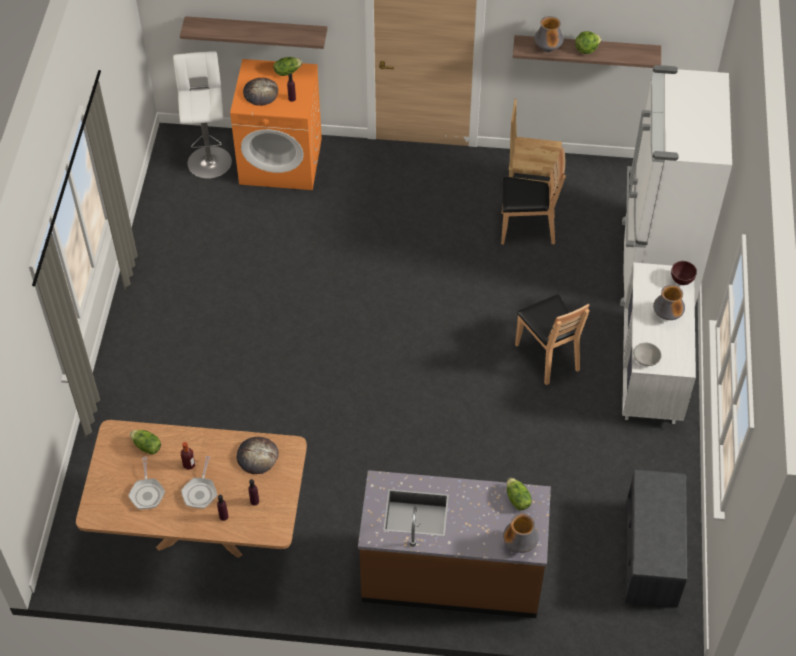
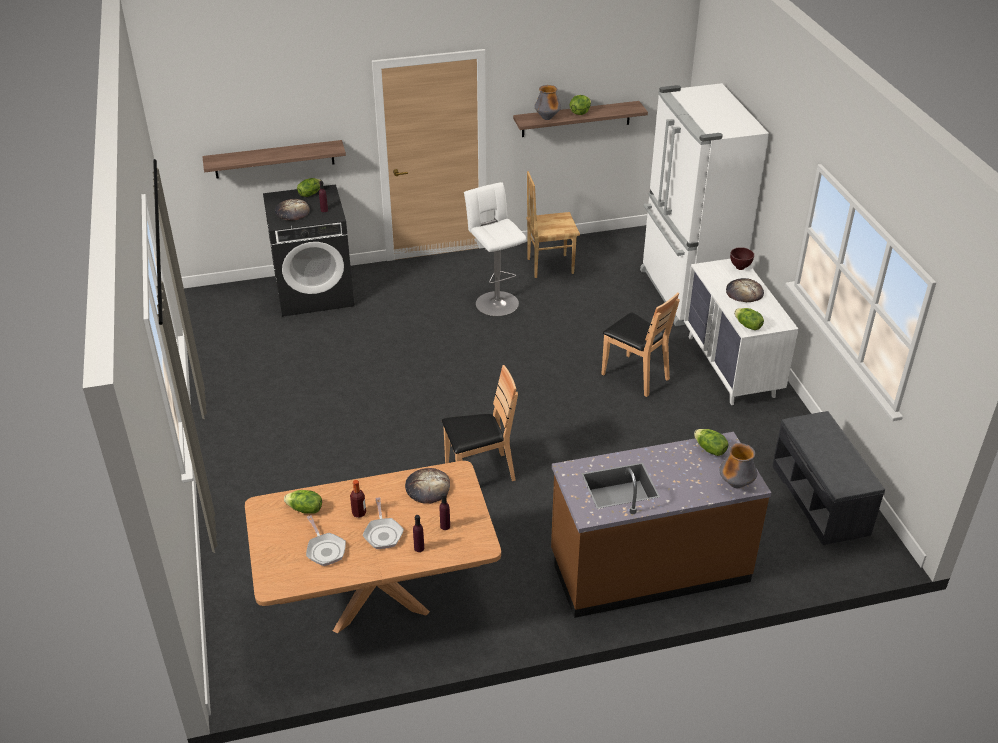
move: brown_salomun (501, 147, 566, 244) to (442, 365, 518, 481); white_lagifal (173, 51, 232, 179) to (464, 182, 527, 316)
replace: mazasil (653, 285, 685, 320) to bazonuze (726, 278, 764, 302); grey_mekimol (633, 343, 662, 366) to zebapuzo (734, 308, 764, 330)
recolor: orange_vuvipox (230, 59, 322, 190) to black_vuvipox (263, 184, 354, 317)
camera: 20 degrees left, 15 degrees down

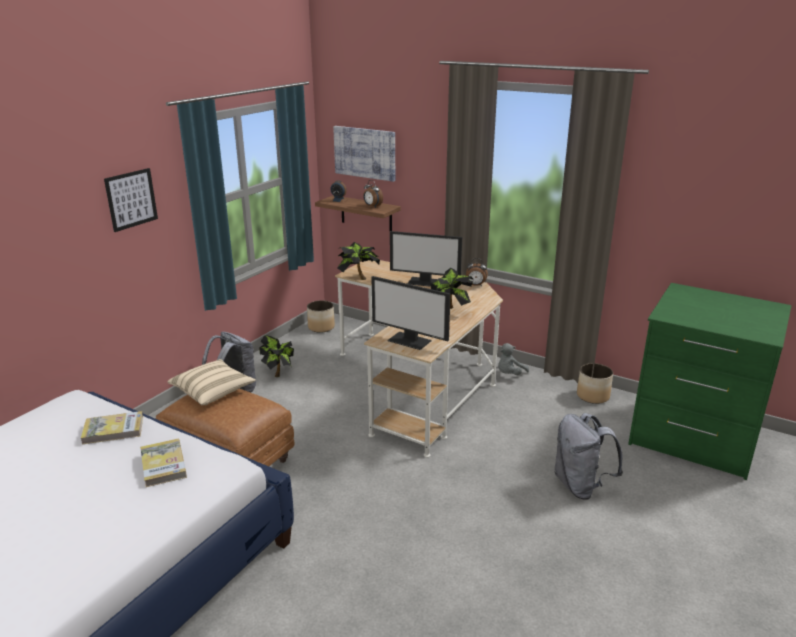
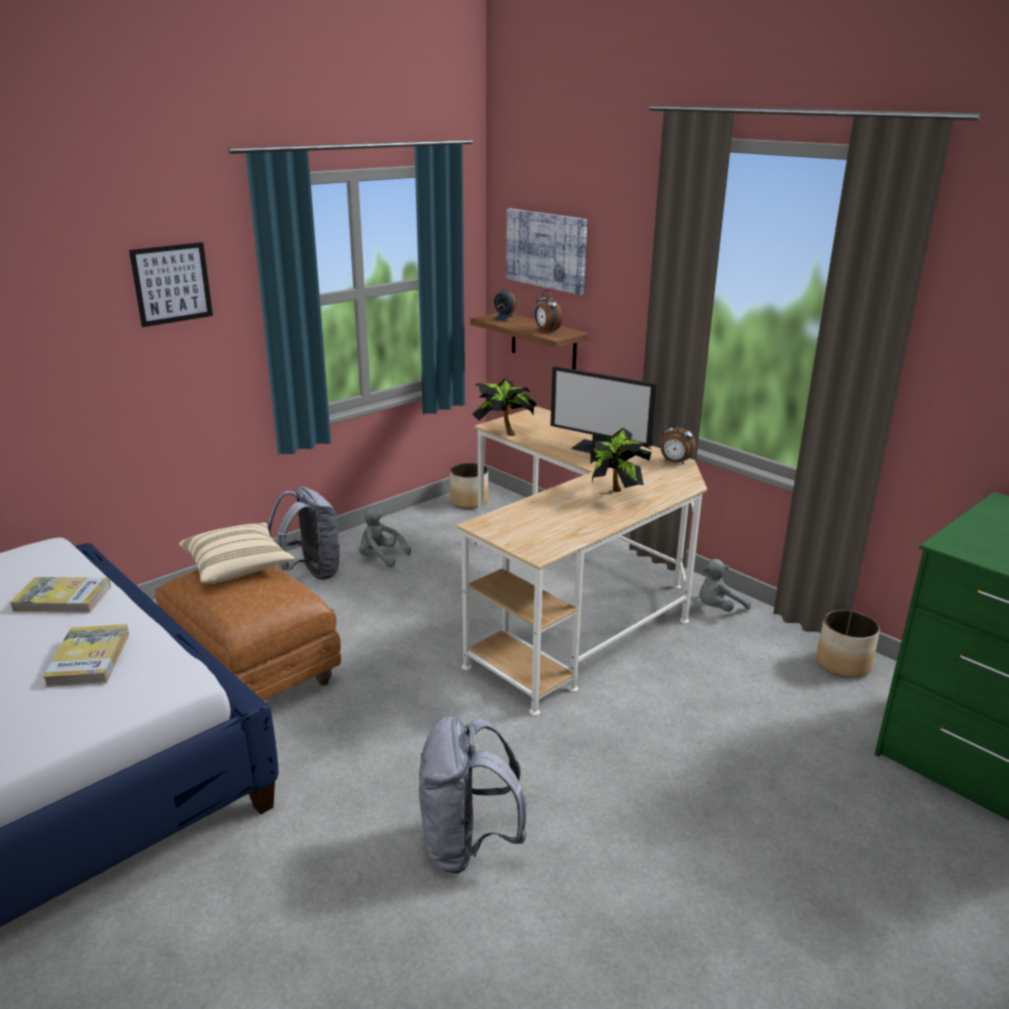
delete: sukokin (371, 276, 451, 350)
move: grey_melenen (554, 413, 623, 500) to (419, 715, 527, 873)
replace: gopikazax (259, 335, 294, 377) to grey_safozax (359, 507, 411, 567)
camera: 15 degrees right, 0 degrees up

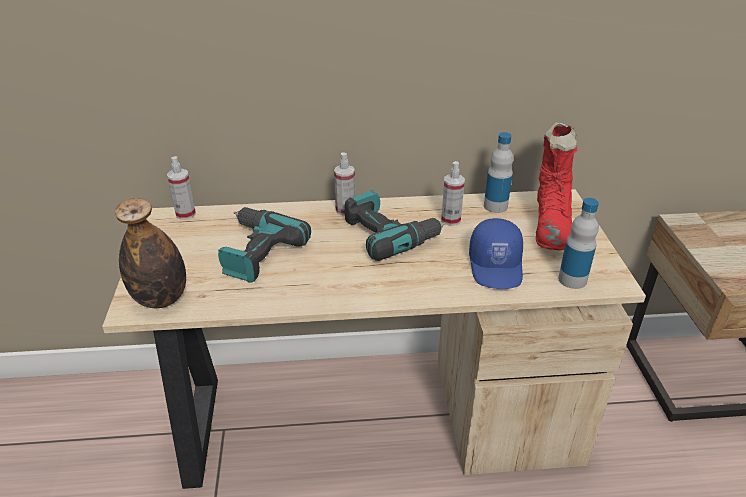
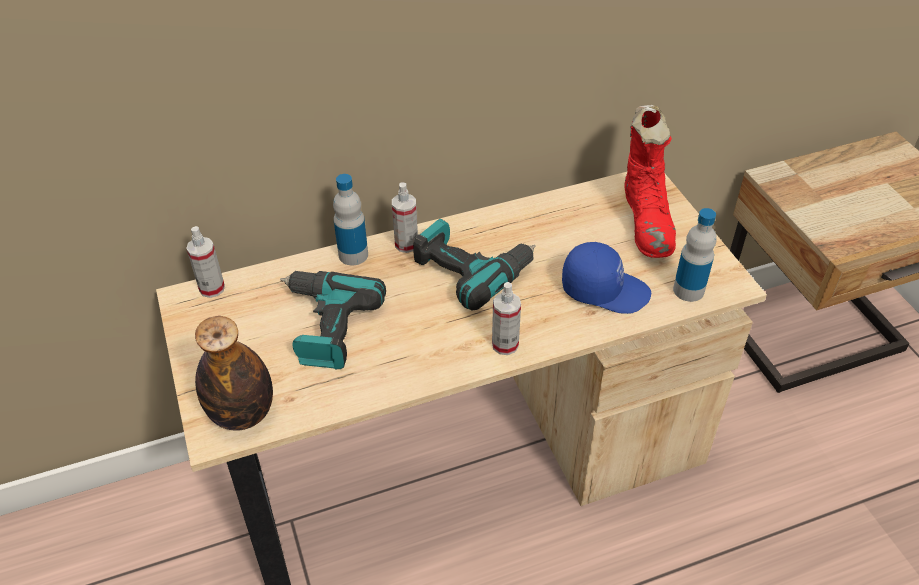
move: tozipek (484, 132, 513, 213) to (333, 174, 368, 265); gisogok (441, 161, 465, 226) to (492, 282, 521, 355)
rotate: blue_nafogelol (469, 218, 523, 289) = (562, 242, 651, 314) 60 degrees counterclockwise
camera: 15 degrees left, 10 degrees up

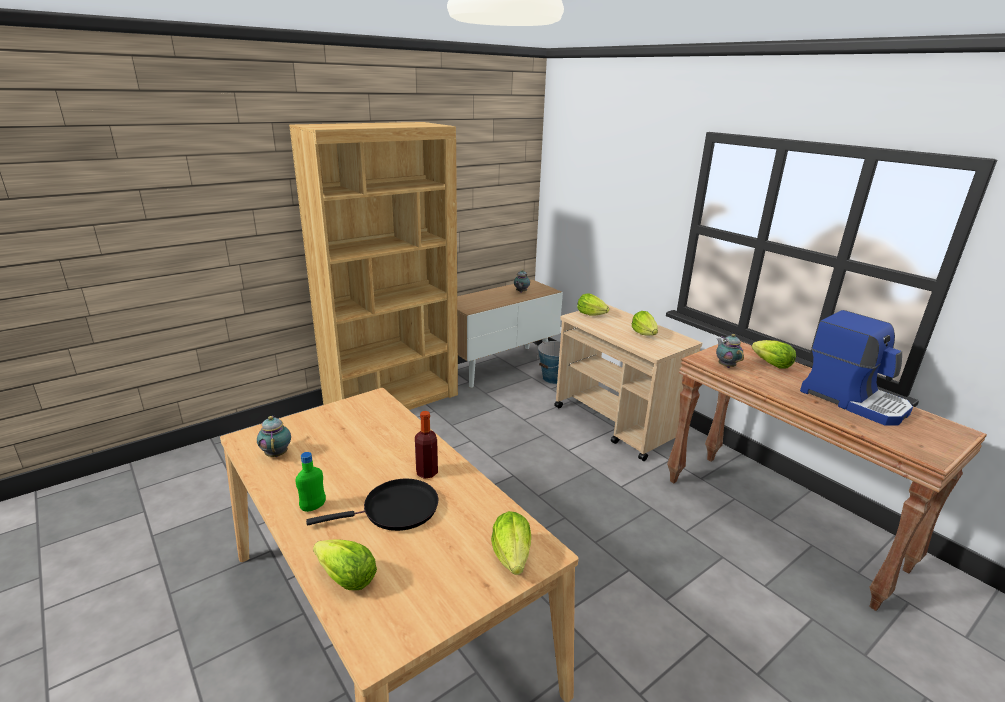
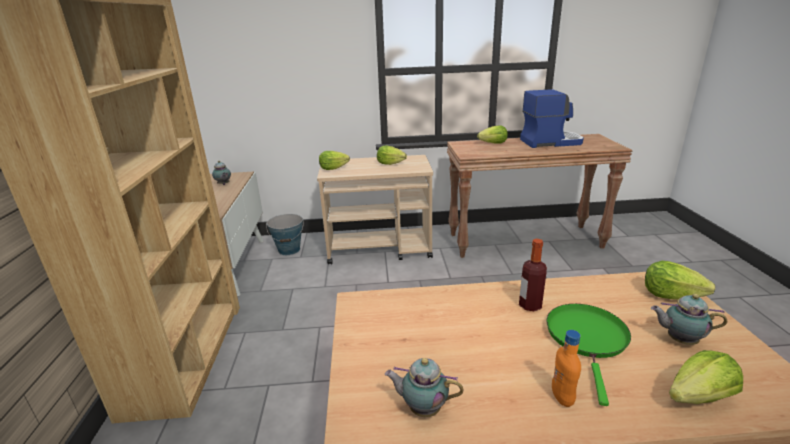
move: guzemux (716, 334, 744, 368) to (651, 294, 727, 345)
recolor: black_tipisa (306, 479, 438, 531) to green_tipisa (546, 304, 631, 406); green_tozipek (296, 452, 326, 512) to orange_tozipek (552, 330, 581, 407)
camera: 55 degrees left, 0 degrees up

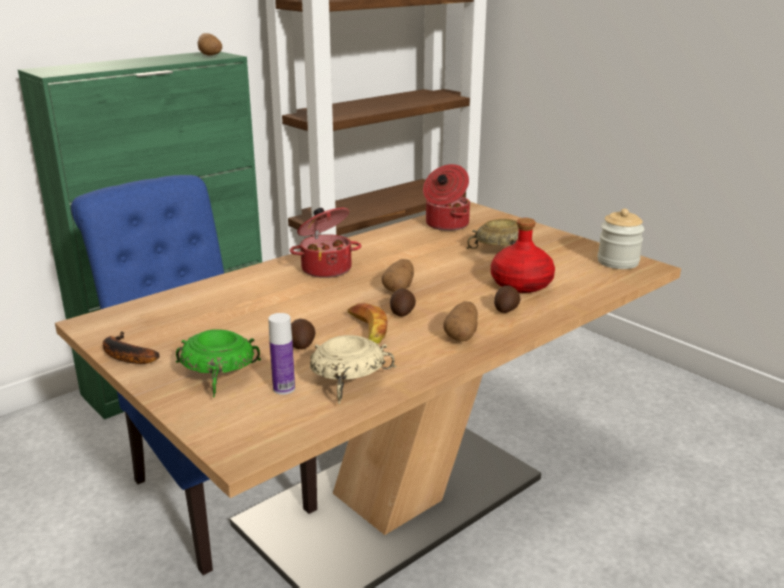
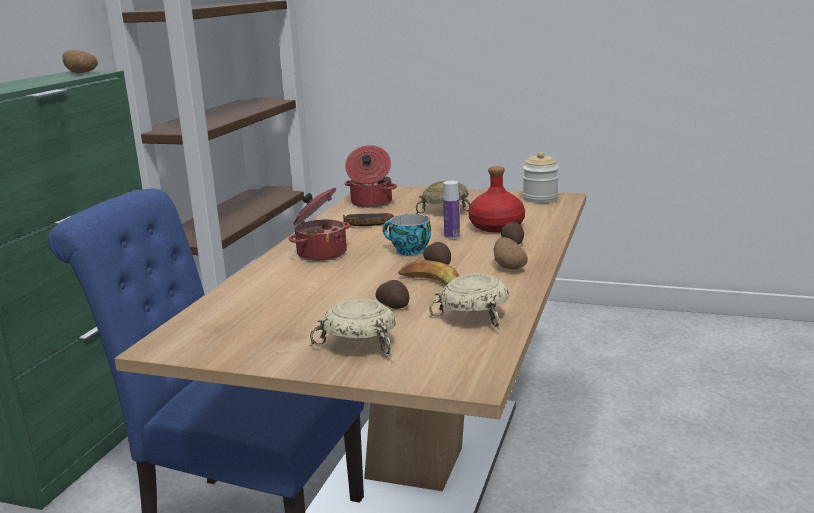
move: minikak (103, 331, 160, 364) to (343, 213, 394, 226); tozipek (268, 313, 295, 395) to (443, 181, 460, 239)
replace: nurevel (382, 259, 414, 292) to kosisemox (383, 214, 431, 255)
recolor: green_mekimol (176, 329, 261, 397) to beige_mekimol (310, 299, 396, 357)
camera: 30 degrees left, 5 degrees down

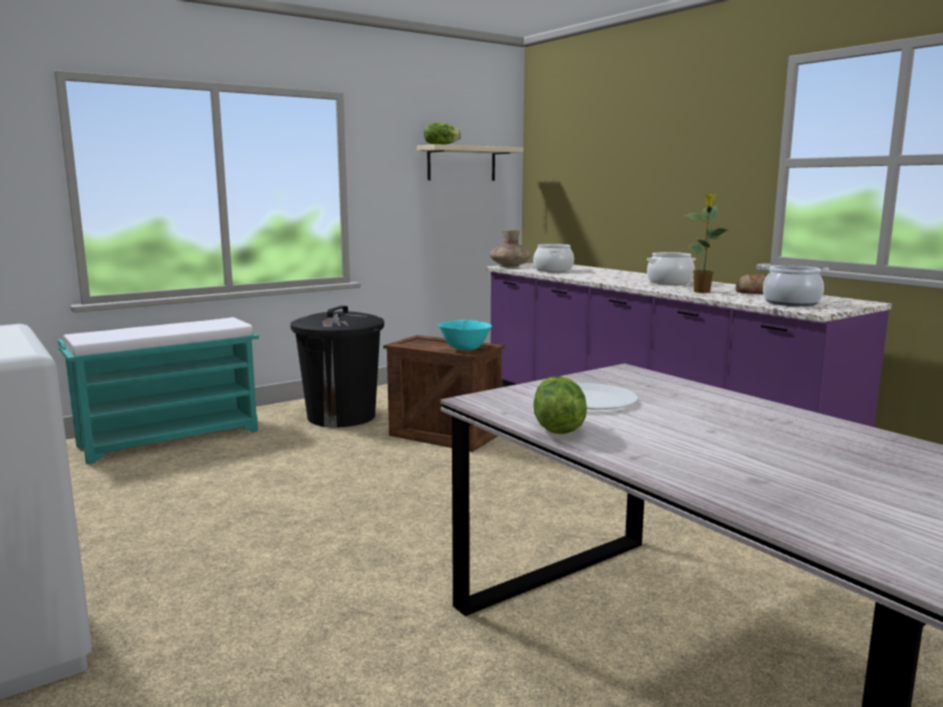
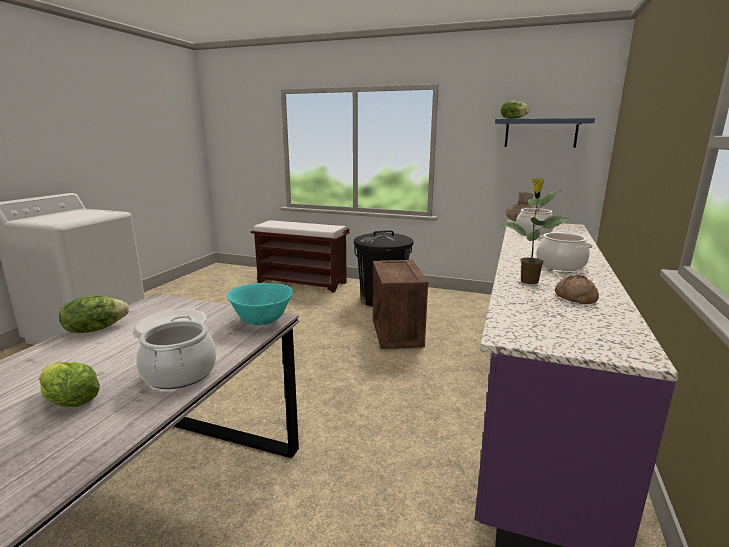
insert: zebapuzo (39, 362, 100, 407)
move: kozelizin (762, 265, 829, 306) to (136, 315, 216, 389); turquoise_mekimol (438, 320, 492, 351) to (227, 283, 293, 325)
recolor: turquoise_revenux (58, 317, 259, 464) to brown_revenux (251, 220, 350, 293); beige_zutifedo (417, 144, 523, 181) to blue_zutifedo (495, 118, 595, 148)
camera: 55 degrees right, 5 degrees up

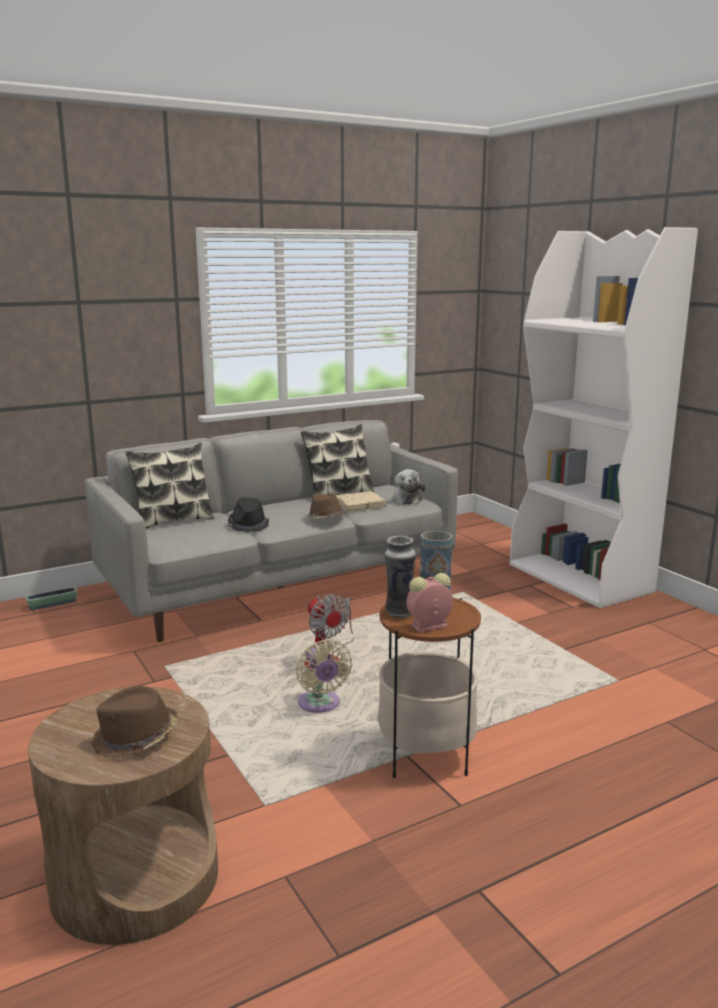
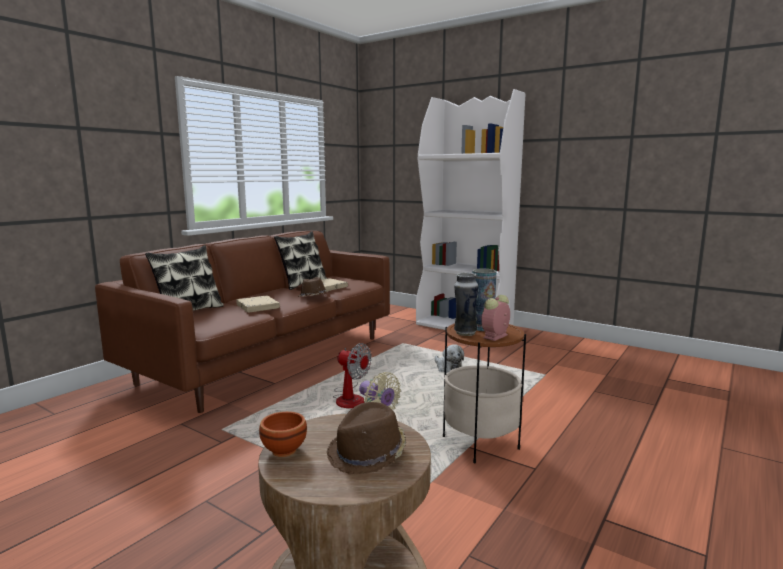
delete: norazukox (26, 587, 77, 610)
insert: brown_mekimol (259, 411, 307, 457)
move: safozax (391, 469, 425, 505) to (435, 345, 464, 373)
replace: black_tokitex (228, 497, 269, 532) to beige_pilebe (236, 296, 280, 313)
recolor: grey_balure (85, 420, 458, 642) to brown_balure (95, 231, 390, 413)
camera: 25 degrees left, 5 degrees down

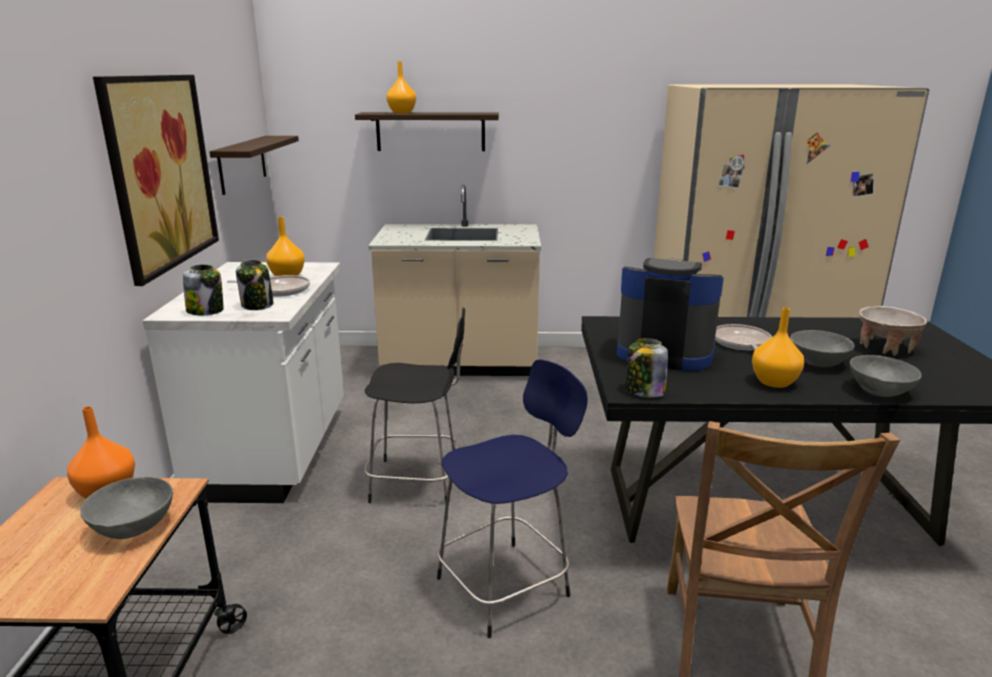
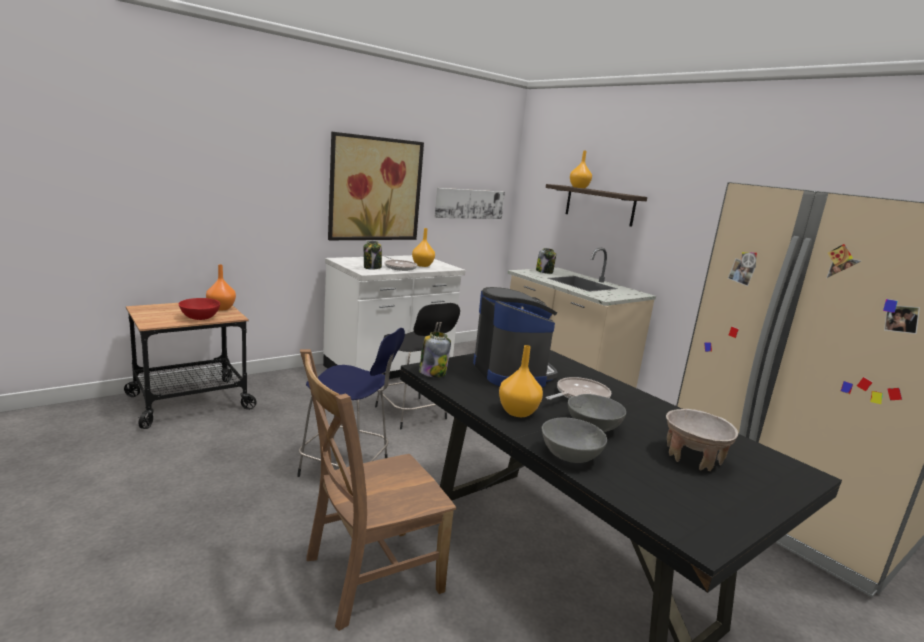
move: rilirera (183, 265, 224, 315) to (536, 248, 556, 274)
replace: zutifedo (209, 136, 299, 195) to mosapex (434, 188, 505, 219)
recolor: grey_mekimol (80, 477, 173, 539) to red_mekimol (179, 298, 220, 320)
camera: 50 degrees right, 5 degrees down

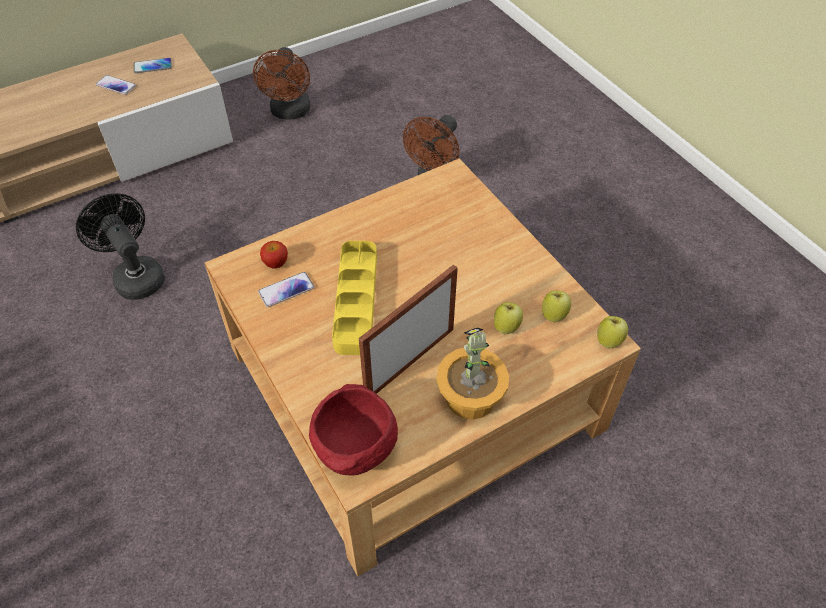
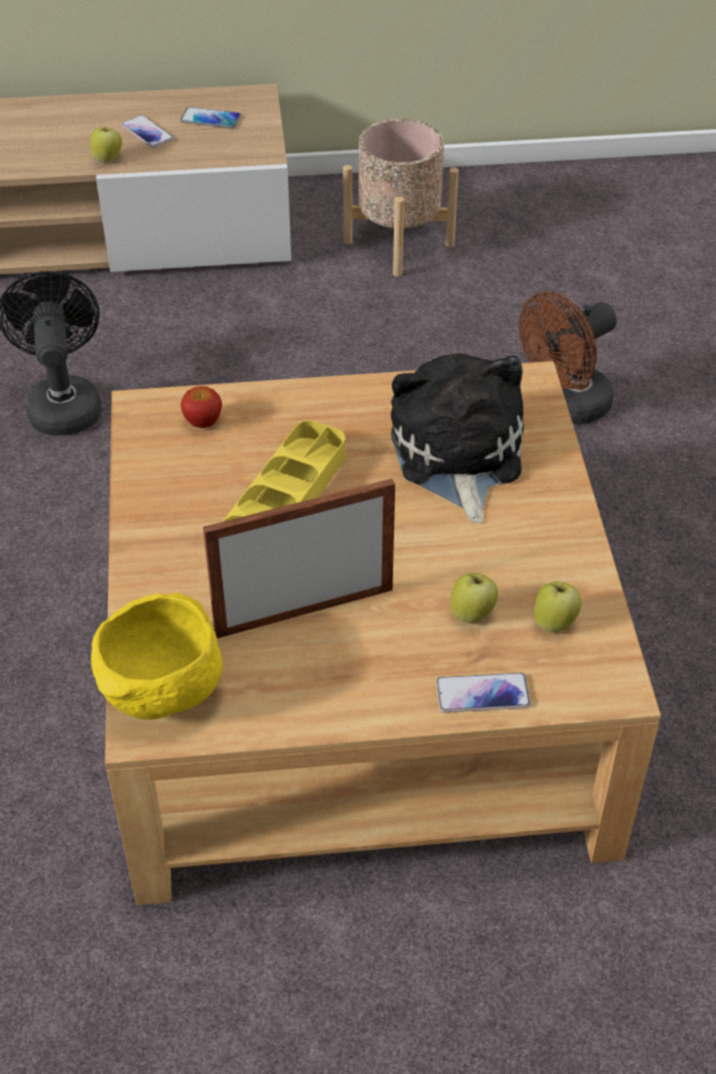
delete: gopikazax (436, 327, 509, 420)
insert: safozax (391, 353, 524, 523)
move: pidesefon (597, 316, 628, 349) to (90, 128, 122, 163); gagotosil (258, 272, 315, 307) to (436, 673, 531, 713)
replace: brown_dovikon (253, 47, 310, 120) to beige_norazukox (343, 119, 459, 277)
recolor: red_mekimol (309, 384, 398, 476) to yellow_mekimol (91, 593, 223, 720)
camera: 25 degrees right, 5 degrees down

